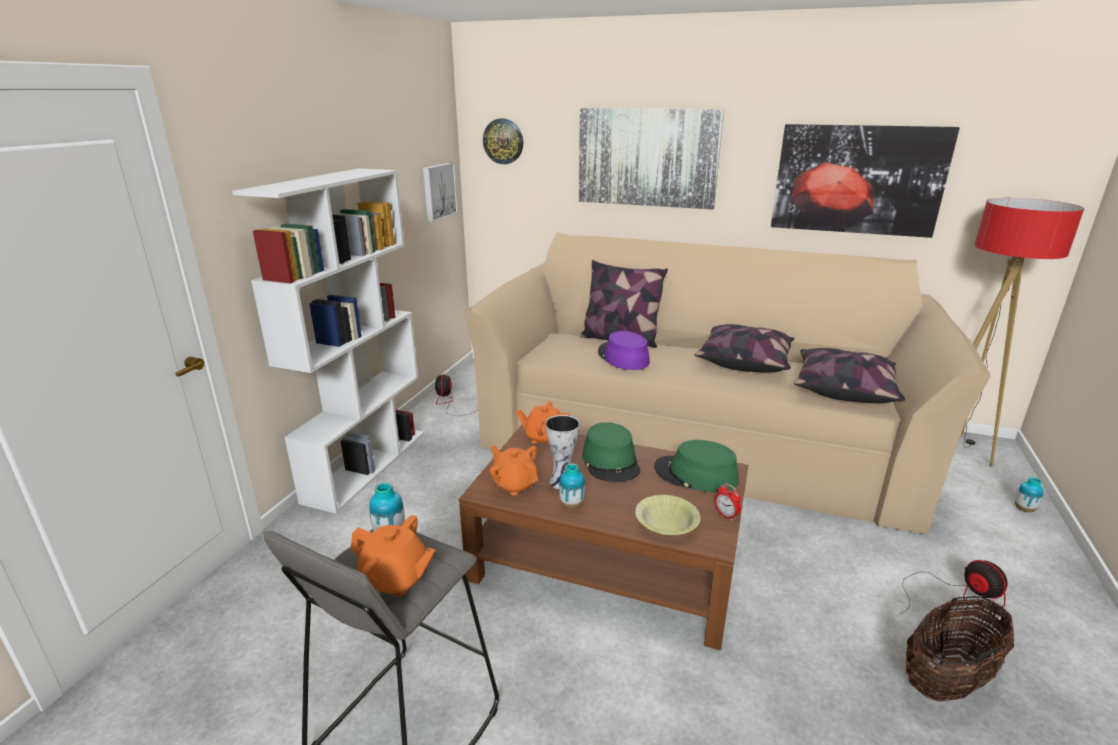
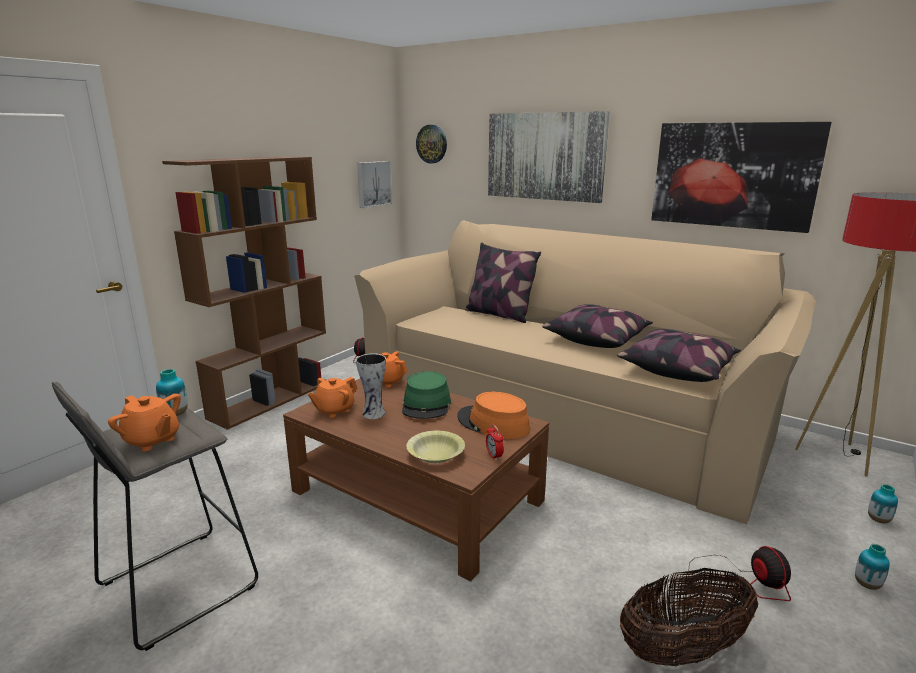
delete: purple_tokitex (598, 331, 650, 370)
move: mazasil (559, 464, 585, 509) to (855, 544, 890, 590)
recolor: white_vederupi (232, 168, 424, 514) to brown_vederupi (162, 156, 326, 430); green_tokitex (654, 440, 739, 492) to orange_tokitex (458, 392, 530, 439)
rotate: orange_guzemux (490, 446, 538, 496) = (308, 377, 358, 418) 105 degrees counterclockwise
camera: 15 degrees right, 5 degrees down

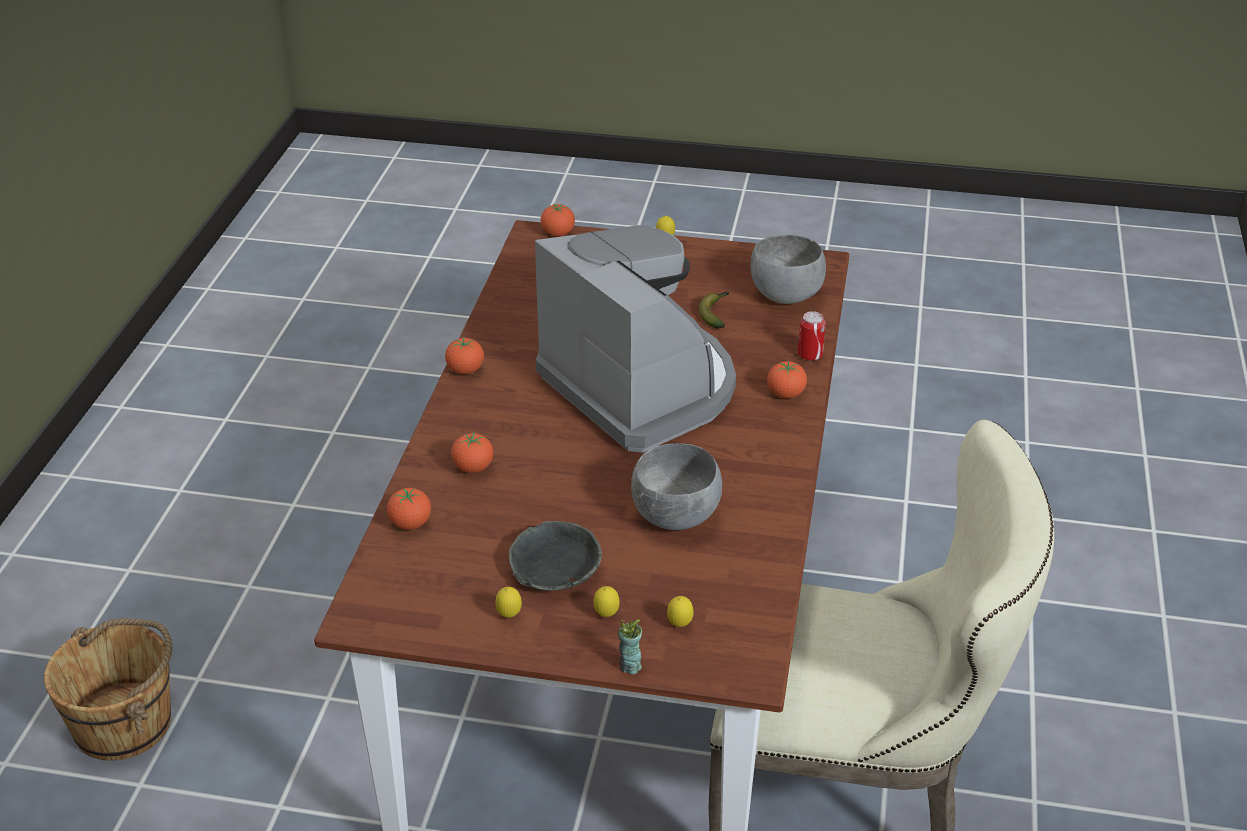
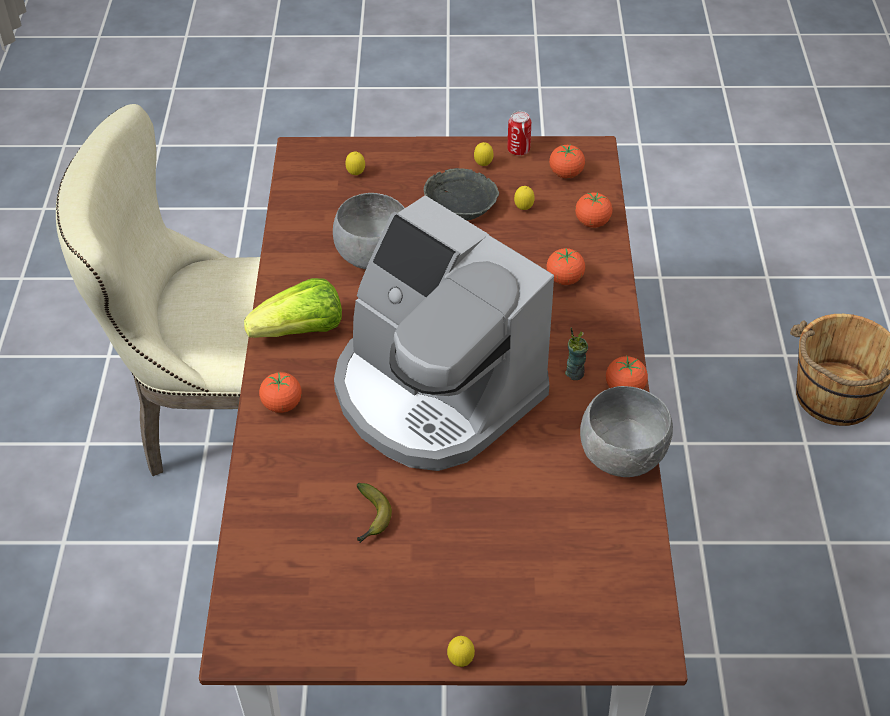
insert: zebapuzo (244, 278, 342, 338)
move: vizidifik (798, 311, 826, 361) to (507, 111, 531, 155); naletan (593, 586, 620, 617) to (514, 186, 534, 210); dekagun (541, 204, 575, 236) to (549, 145, 585, 178); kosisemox (618, 619, 642, 674) to (565, 328, 588, 380); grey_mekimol (750, 234, 826, 304) to (580, 386, 673, 477)
camera: 170 degrees right, 10 degrees up

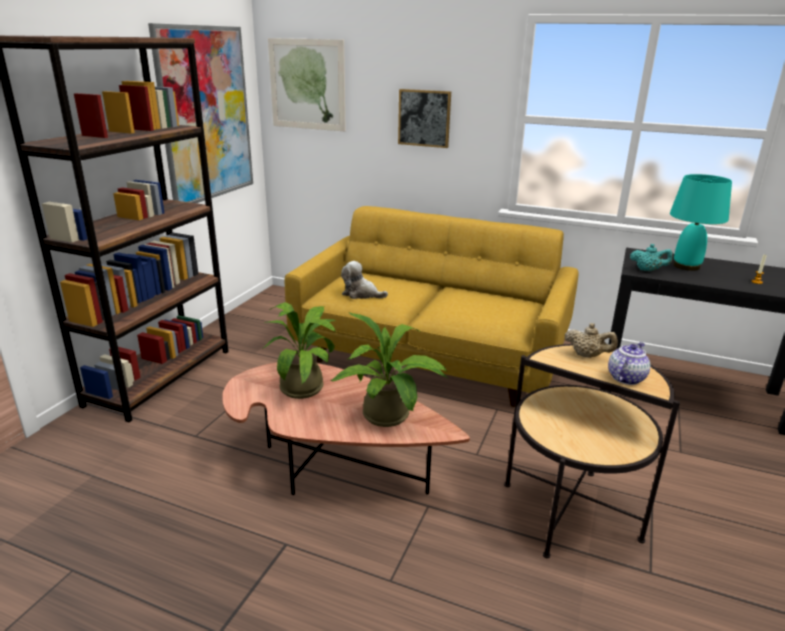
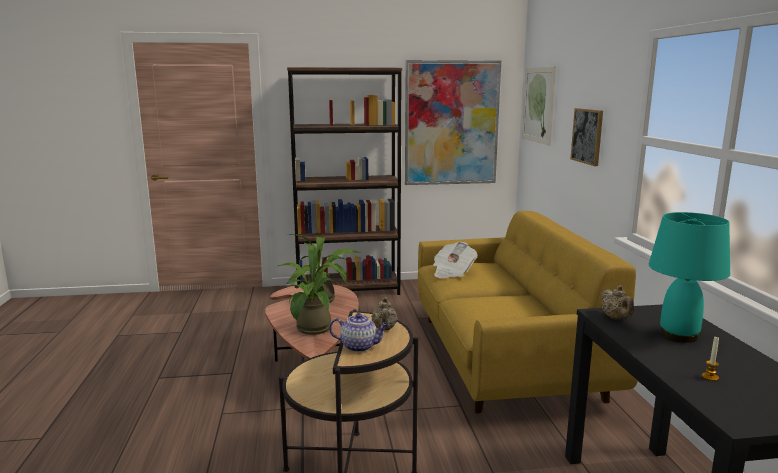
replace: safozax (341, 261, 388, 299) to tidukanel (433, 242, 477, 278)
recolor: turquoise_guzemux (630, 244, 673, 271) to beige_guzemux (601, 285, 634, 320)
camera: 60 degrees right, 10 degrees down

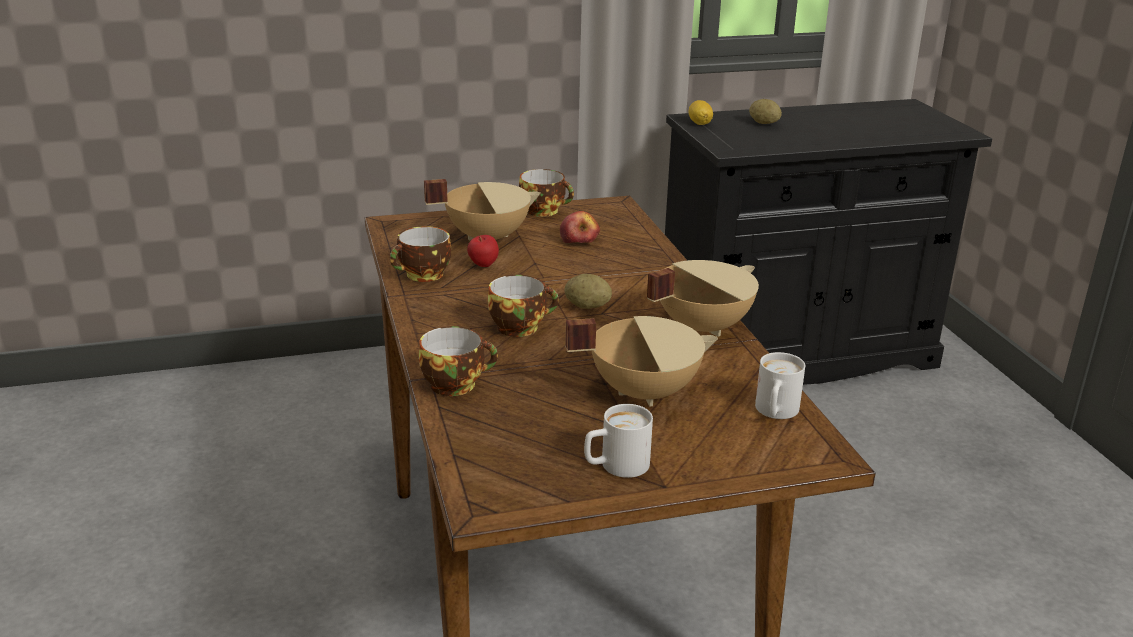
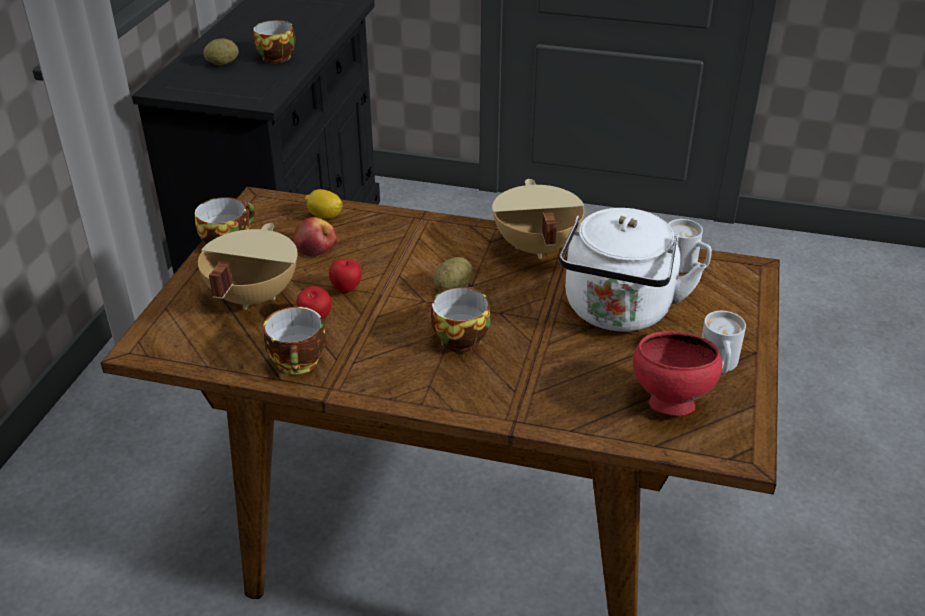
insert: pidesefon (329, 259, 362, 293); red_mekimol (633, 331, 722, 416)
move: kosisemox (419, 326, 498, 396) to (253, 20, 295, 63); naletan (689, 100, 713, 125) to (305, 189, 343, 219)
replace: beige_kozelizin (565, 316, 718, 406) to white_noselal (559, 208, 706, 332)
camera: 60 degrees left, 10 degrees up

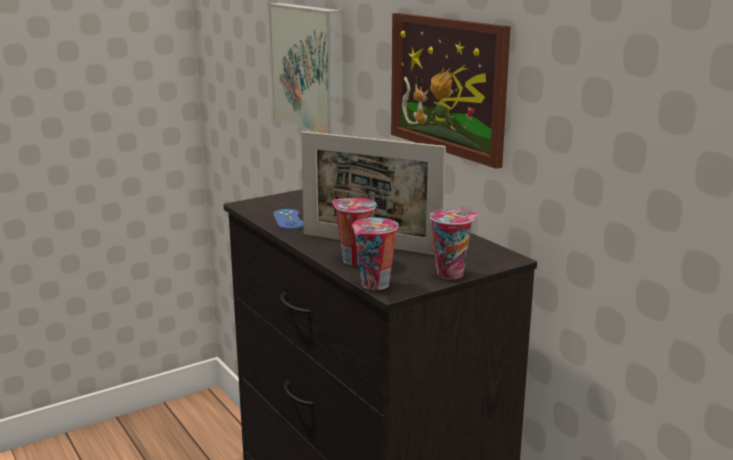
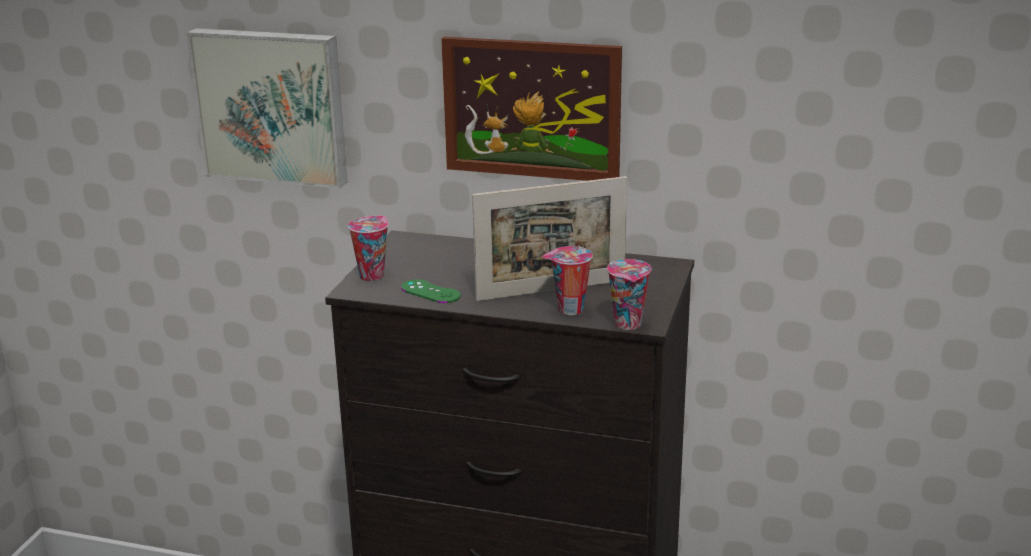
move: kosisemox (430, 209, 479, 279) to (348, 215, 389, 281)
recolor: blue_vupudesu (273, 209, 304, 230) to green_vupudesu (401, 279, 461, 303)
camera: 40 degrees left, 5 degrees up

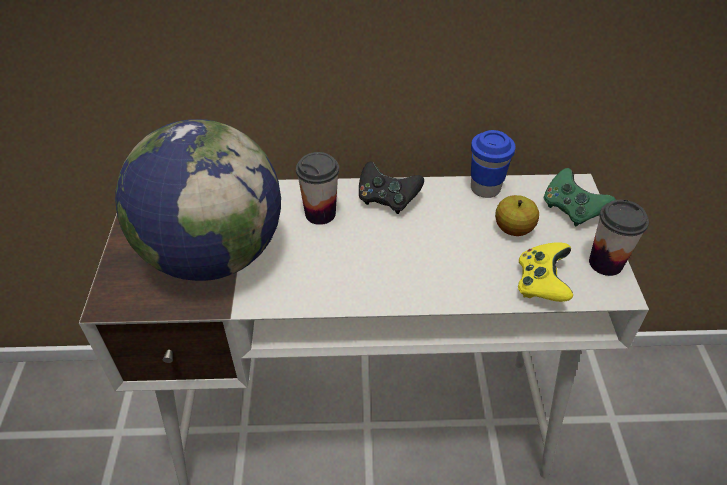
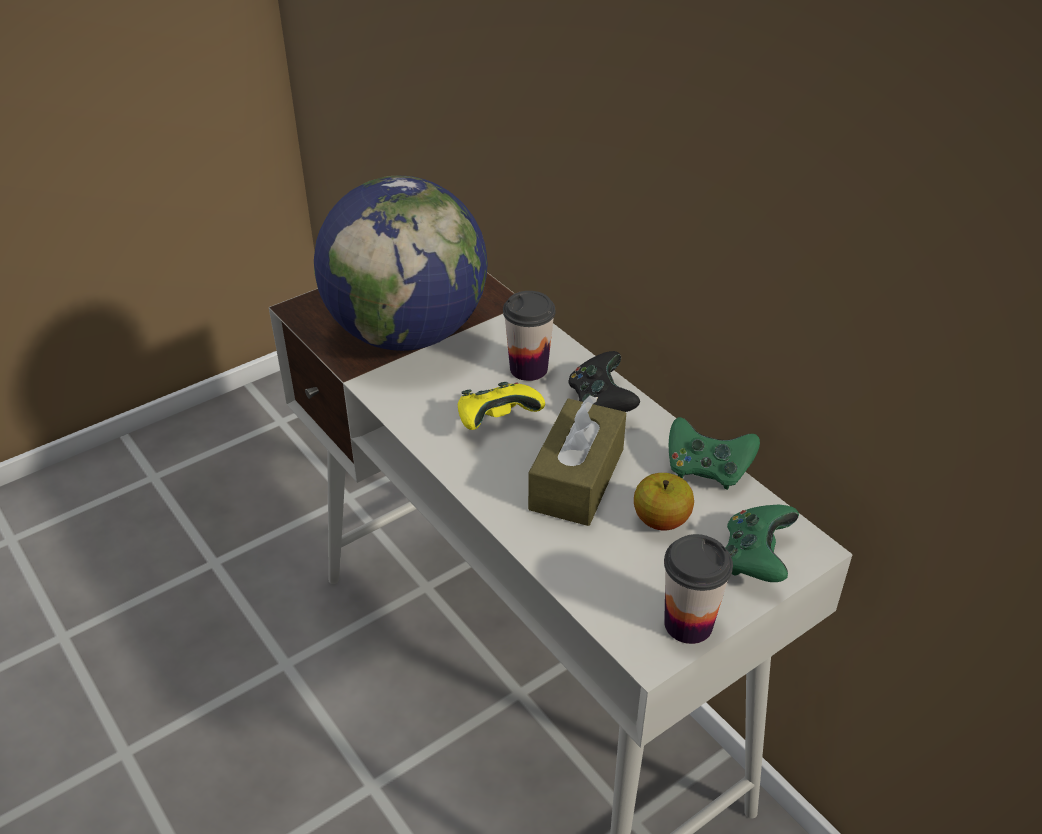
insert: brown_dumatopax (528, 395, 626, 526)
move: yellow_vupudesu (518, 242, 573, 302) to (458, 382, 545, 430)
replace: blue_kosisemox (471, 130, 516, 198) to green_vupudesu (669, 417, 760, 490)
camera: 55 degrees right, 5 degrees down

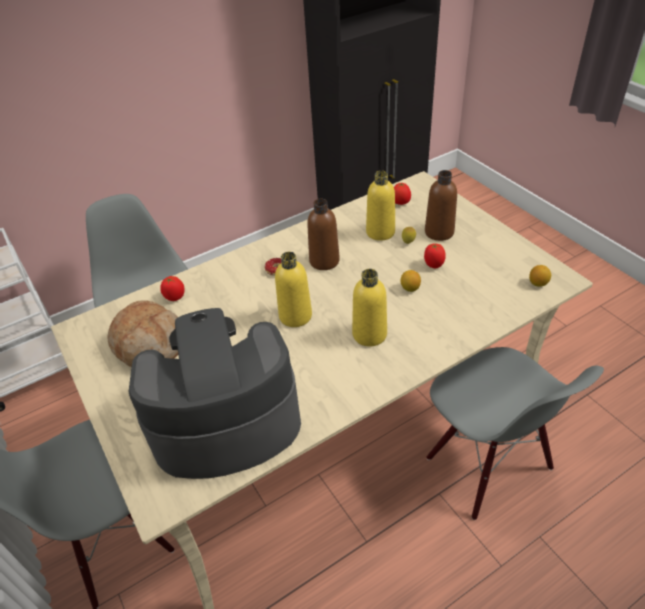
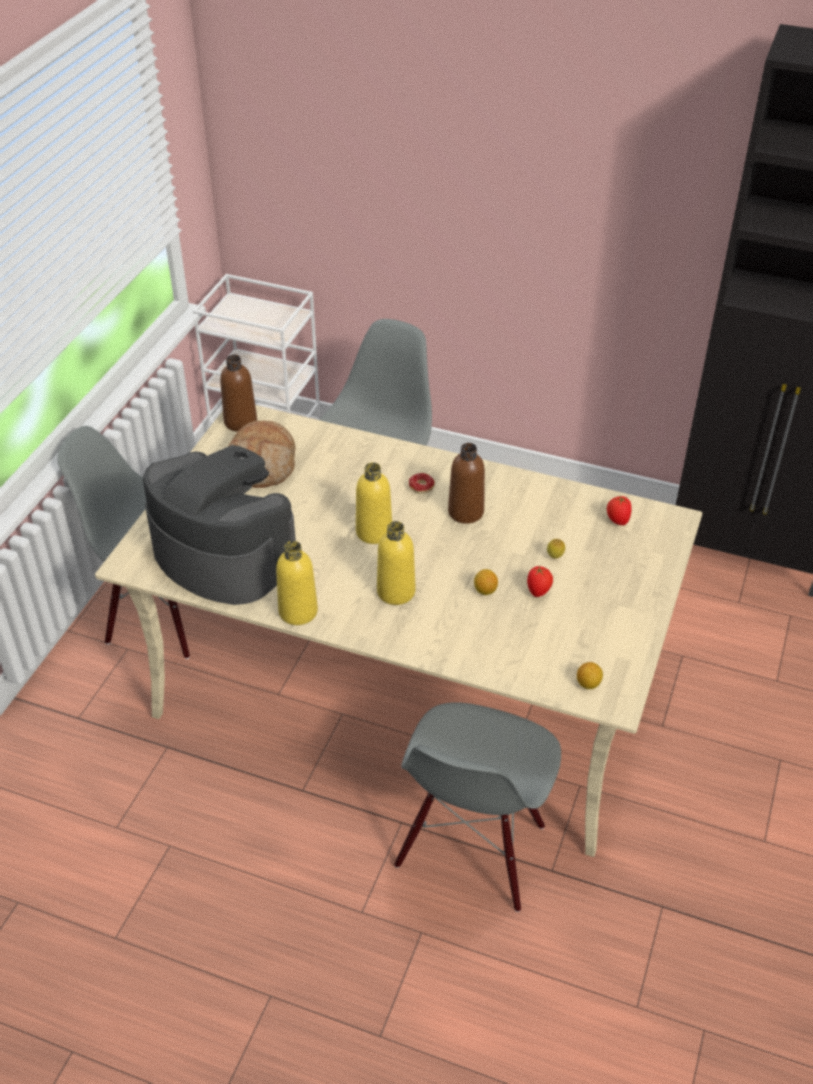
delete: dekagun (160, 276, 185, 301)
move: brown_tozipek (425, 170, 457, 241) to (220, 355, 257, 432); yellow_tozipek (366, 171, 395, 241) to (276, 541, 318, 625)
camera: 50 degrees right, 0 degrees up

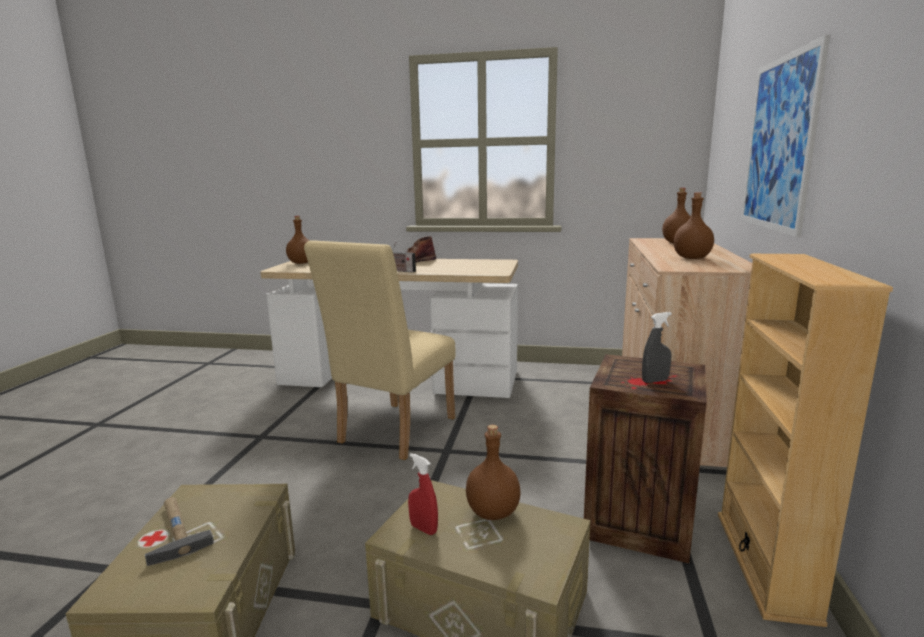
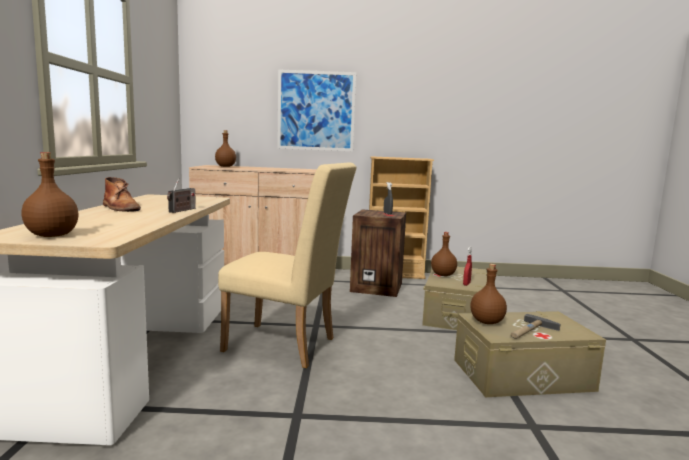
move: brown_tozipek (674, 192, 714, 259) to (470, 264, 507, 324)
camera: 100 degrees left, 5 degrees down

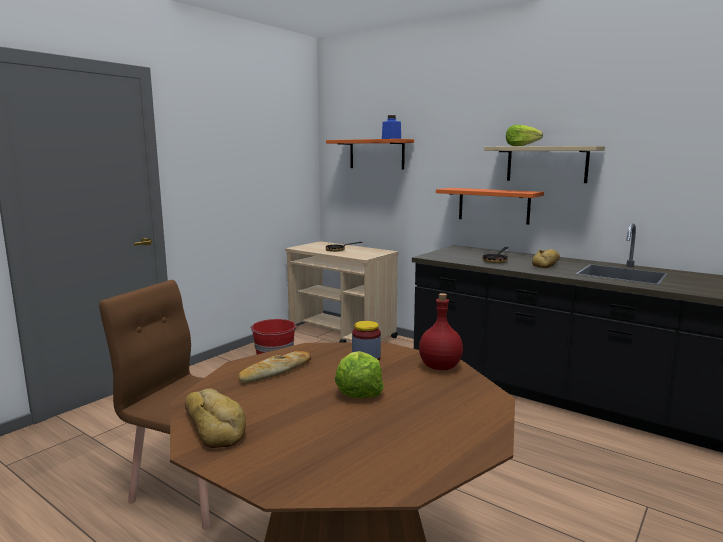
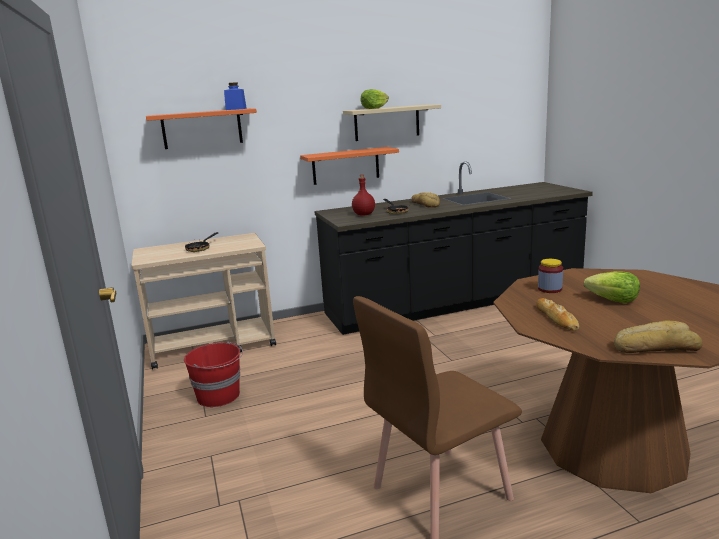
move: red_tozipek (419, 293, 463, 370) to (352, 175, 375, 216)
camera: 55 degrees left, 5 degrees up

